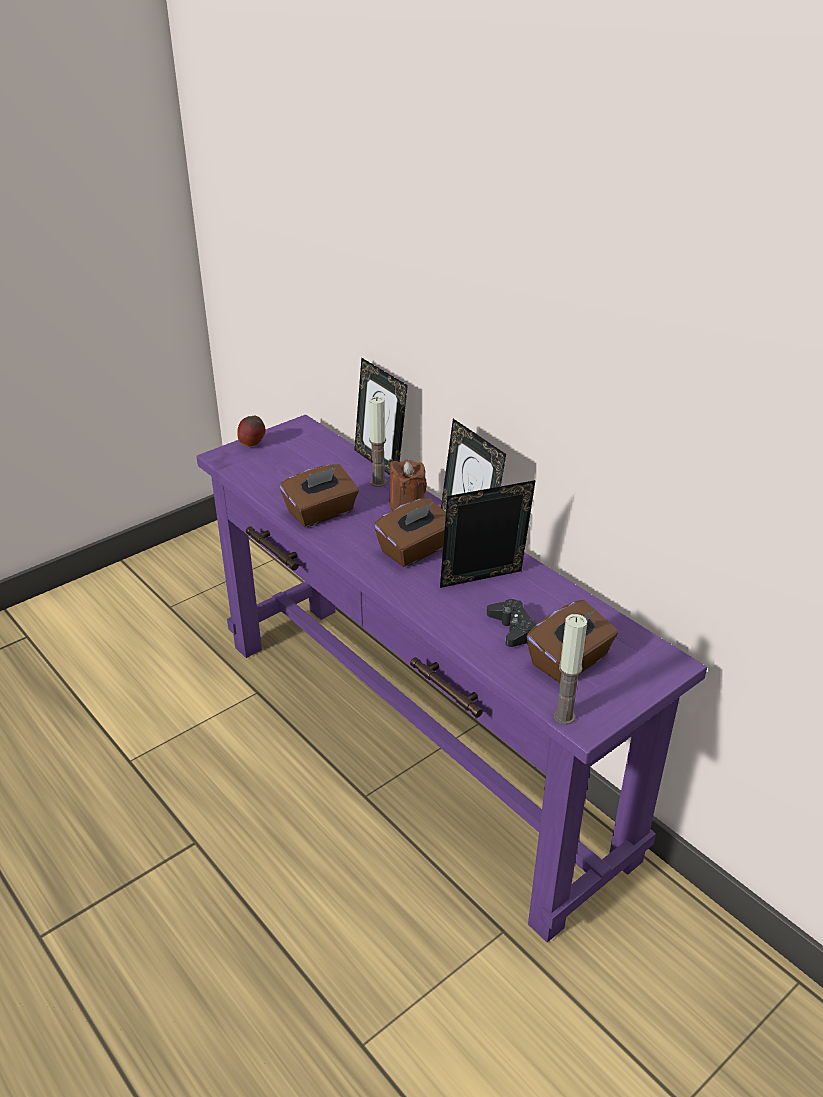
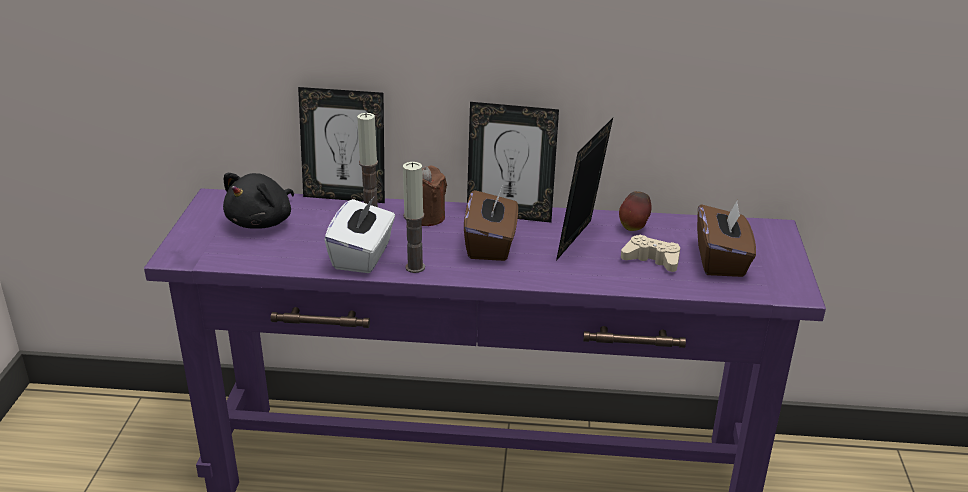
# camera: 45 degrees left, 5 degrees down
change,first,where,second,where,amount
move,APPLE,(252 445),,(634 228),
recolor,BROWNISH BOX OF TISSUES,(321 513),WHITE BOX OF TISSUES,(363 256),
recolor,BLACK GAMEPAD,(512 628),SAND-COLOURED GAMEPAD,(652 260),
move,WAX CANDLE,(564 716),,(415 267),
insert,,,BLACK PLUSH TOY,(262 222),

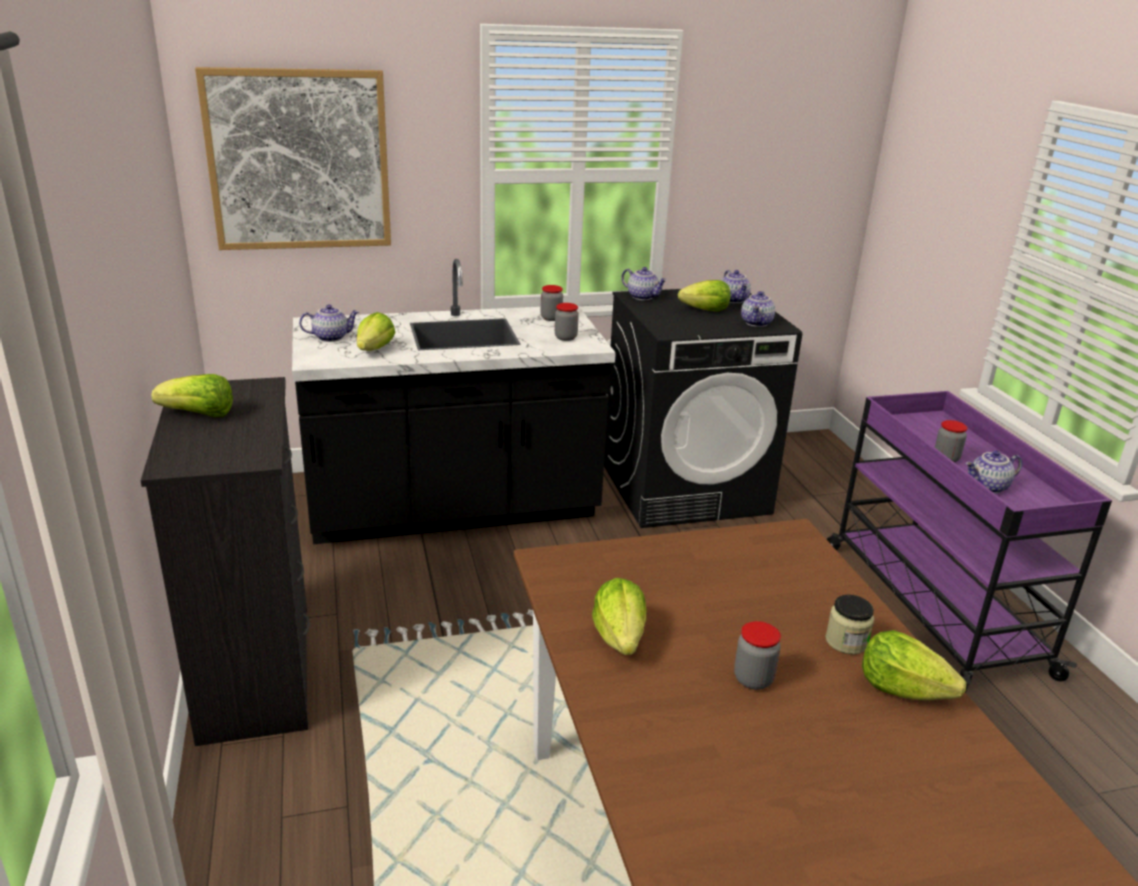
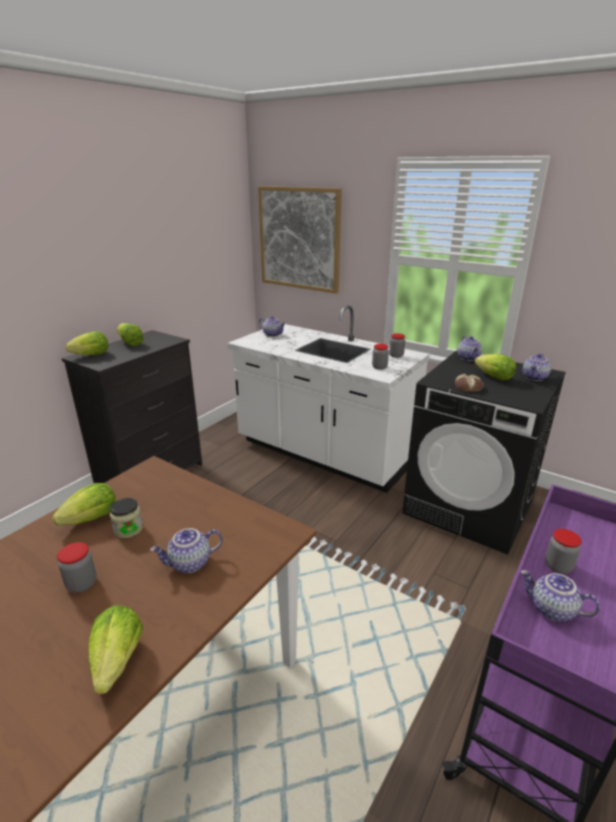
# camera: 50 degrees right, 0 degrees up
change,first,where,second,where,amount
recolor,BLACK KITCHEN COUNTER,(453 509),WHITE KITCHEN COUNTER,(323 453),
move,LETTUCE HEAD,(375 350),,(92 355),
move,POT FOR TEA,(757 323),,(190 564),
move,JAR,(846 641),,(128 529),
insert,,,BAKED BREAD,(468 387),

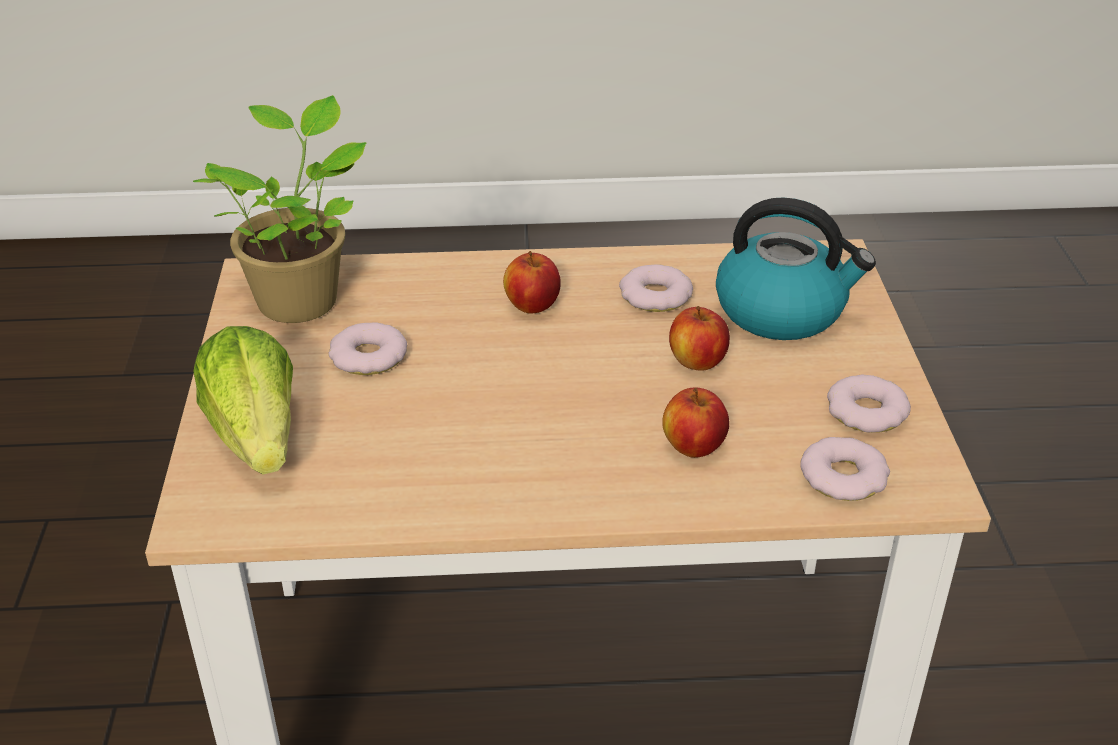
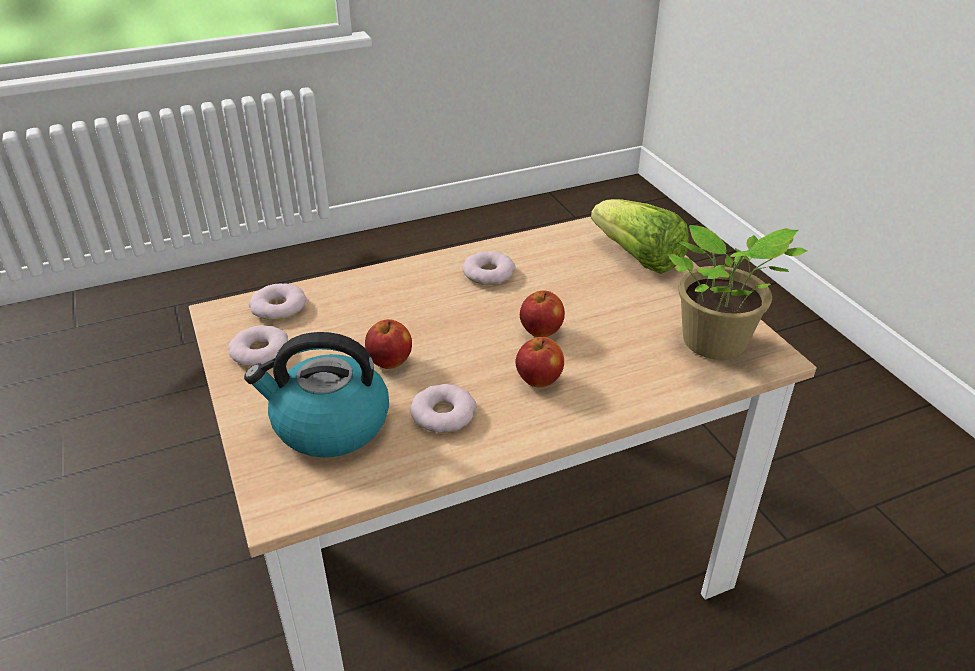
# camera: 160 degrees right, 0 degrees up
change,first,where,second,where,amount
move,RING DOUGHNUT,(368 357),,(488 273),
move,APPLE,(693 447),,(541 331),

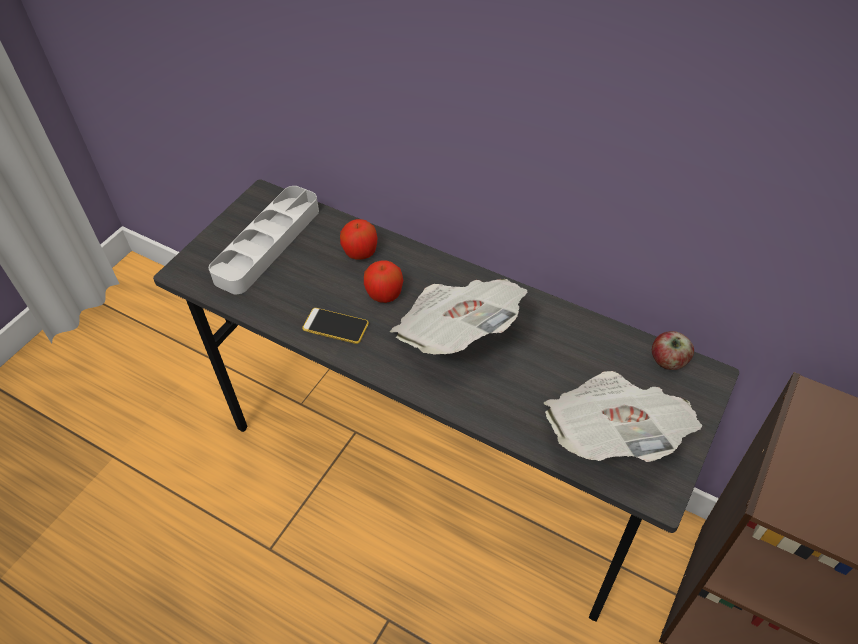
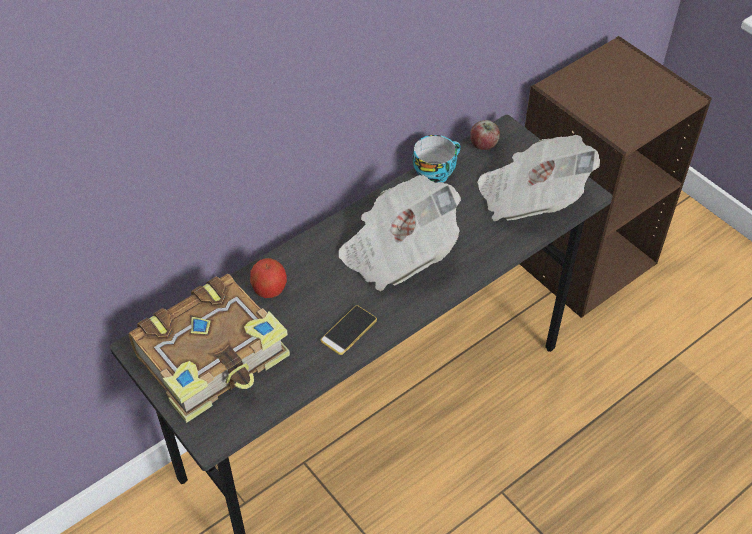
# camera: 70 degrees left, 0 degrees up
change,first,where,second,where,amount
replace,GREYISH TRAY,(268 244),BOOK,(214 357),
delete,APPLE,(384 295),,,
insert,,,SMALL CUP,(435 172),

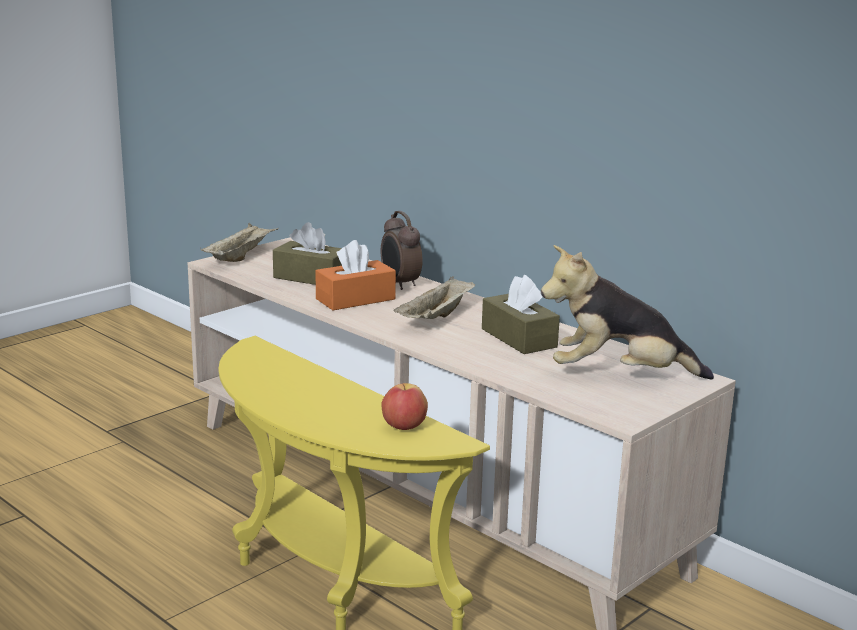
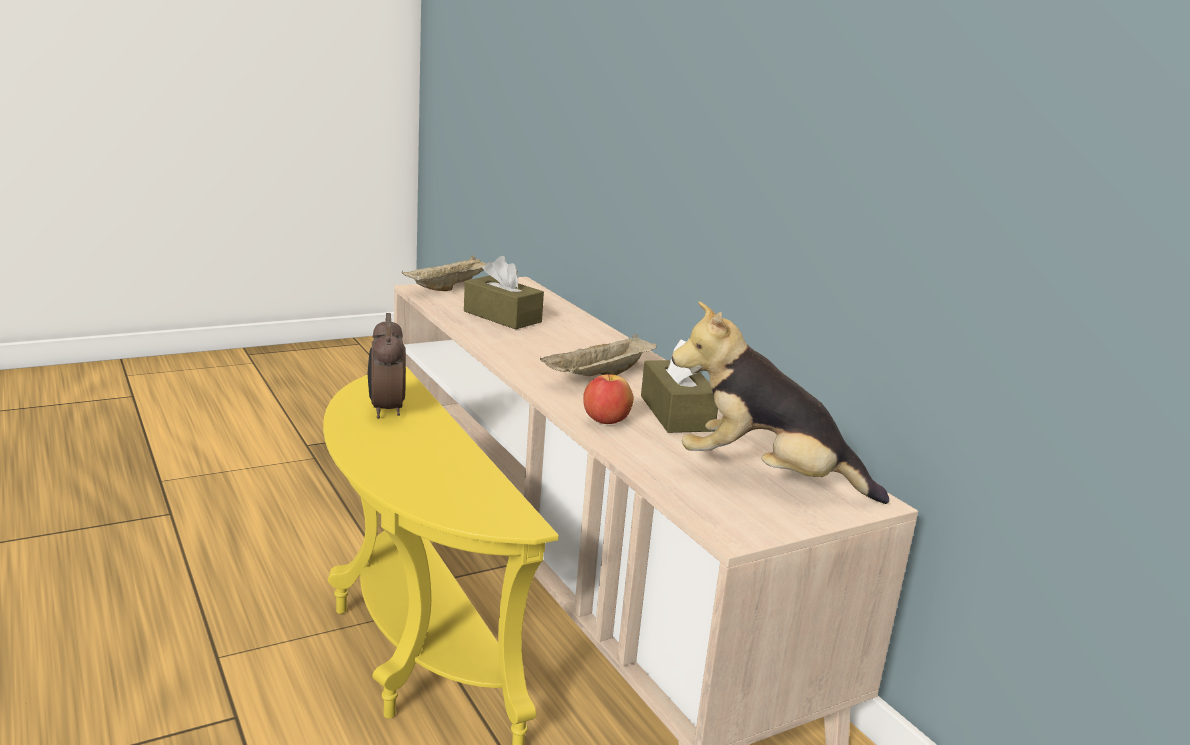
# camera: 15 degrees right, 0 degrees up
change,first,where,second,where,amount
delete,ORANGEY BOX OF TISSUES,(355 299),,,
move,ALARM CLOCK,(399 284),,(386 410),
move,APPLE,(404 427),,(606 421),

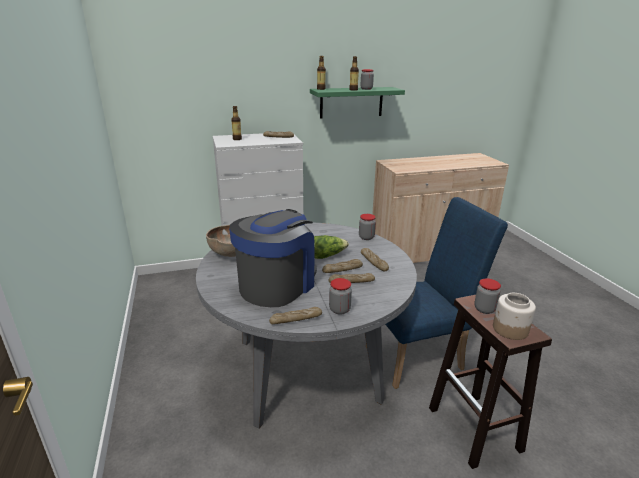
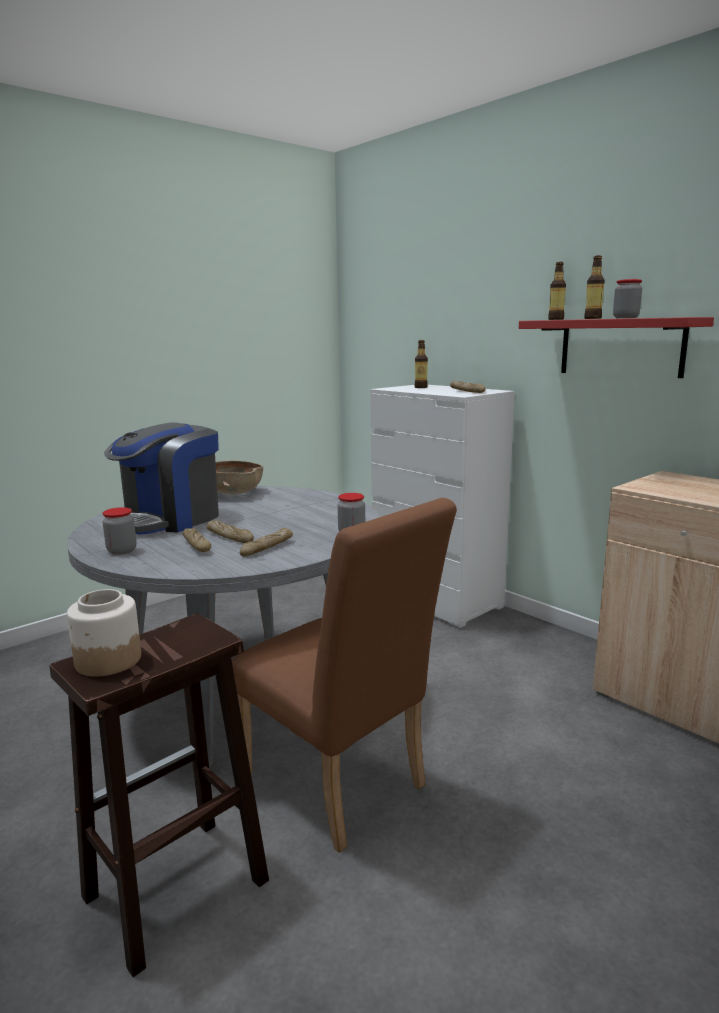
# camera: 65 degrees right, 10 degrees down
change,first,where,second,where,amount
rotate,COFFEE MACHINE,(277 285),,(169 520),120 degrees clockwise
delete,BAKED BREAD,(296 320),,,
recolor,GREEN SHELF,(351 102),REDDISH SHELF,(621 347),
delete,LETTUCE HEAD,(327 255),,,
recolor,BLUISH CHAIR,(420 356),BROWNISH CHAIR,(341 788),
delete,JAR,(484 309),,,

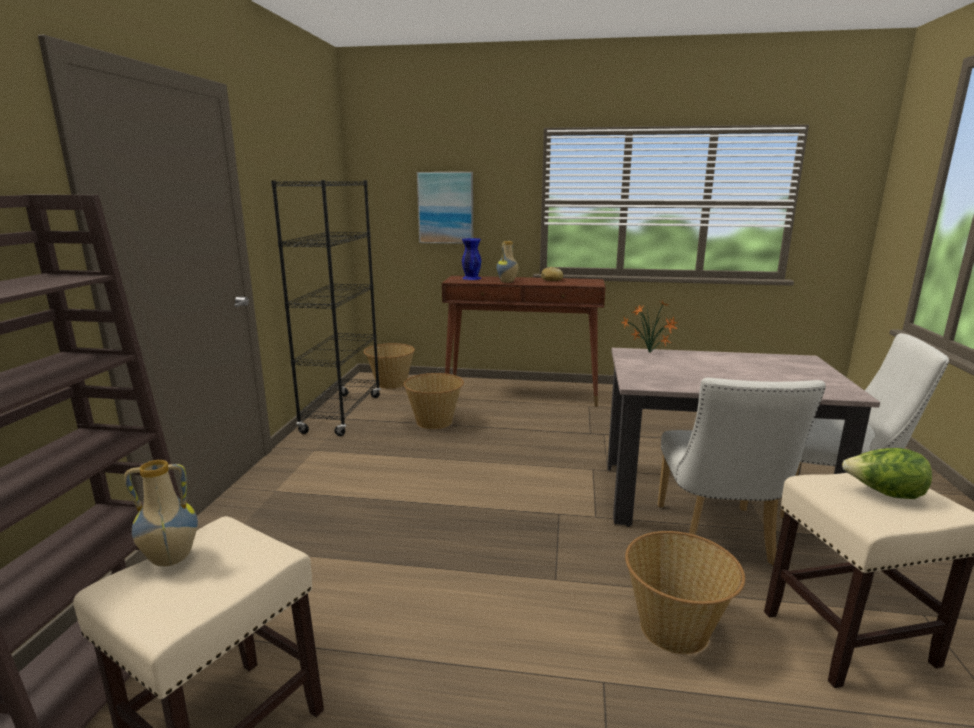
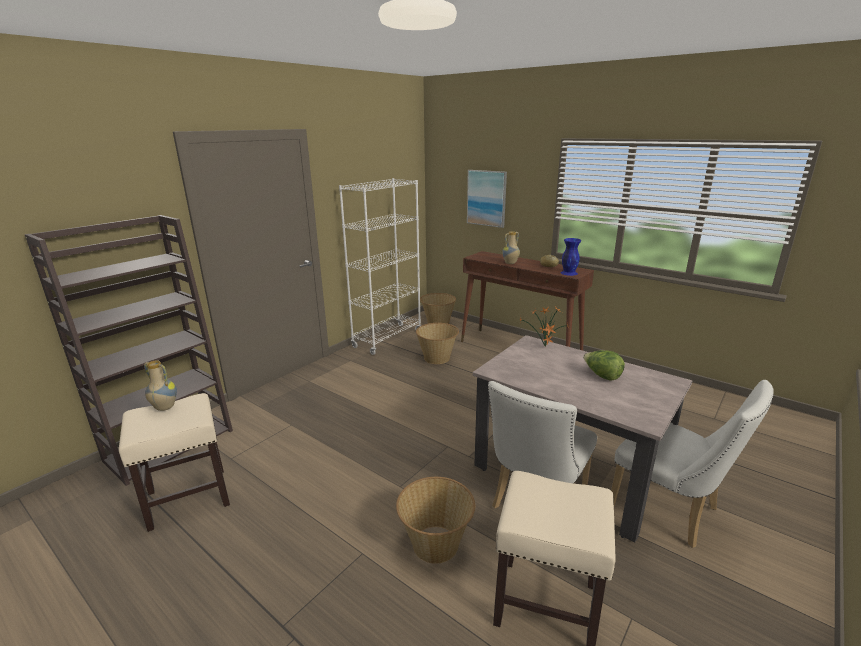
# camera: 30 degrees right, 5 degrees up
change,first,where,second,where,amount
recolor,BLACK SHELVING UNIT,(342 414),WHITE SHELVING UNIT,(387 339),
move,BLUISH VASE,(471 278),,(568 273),
move,LETTUCE HEAD,(883 493),,(601 376),

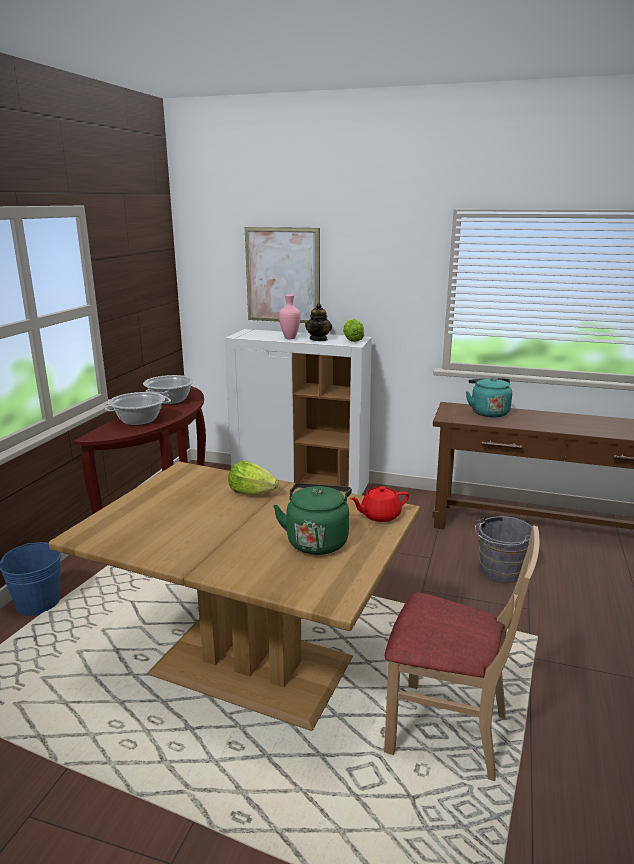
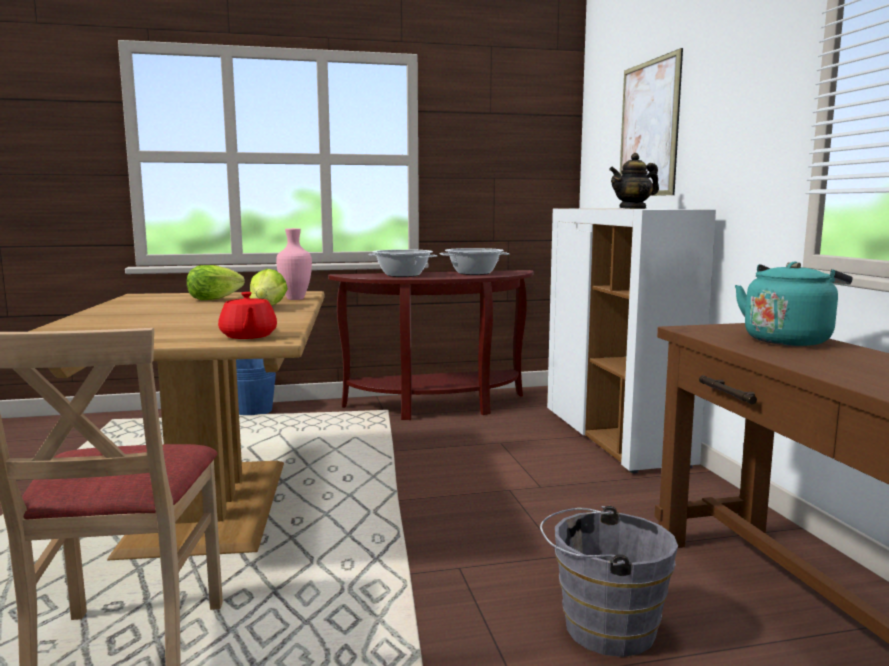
# camera: 60 degrees right, 10 degrees down
change,first,where,second,where,amount
delete,GREEN WATER KETTLE,(317 541),,,
move,PINK VASE,(289 338),,(296 299),
move,LETTUCE HEAD,(352 340),,(213 299),
rotate,REDDISH POT FOR TEA,(379 515),,(248 336),150 degrees counterclockwise

